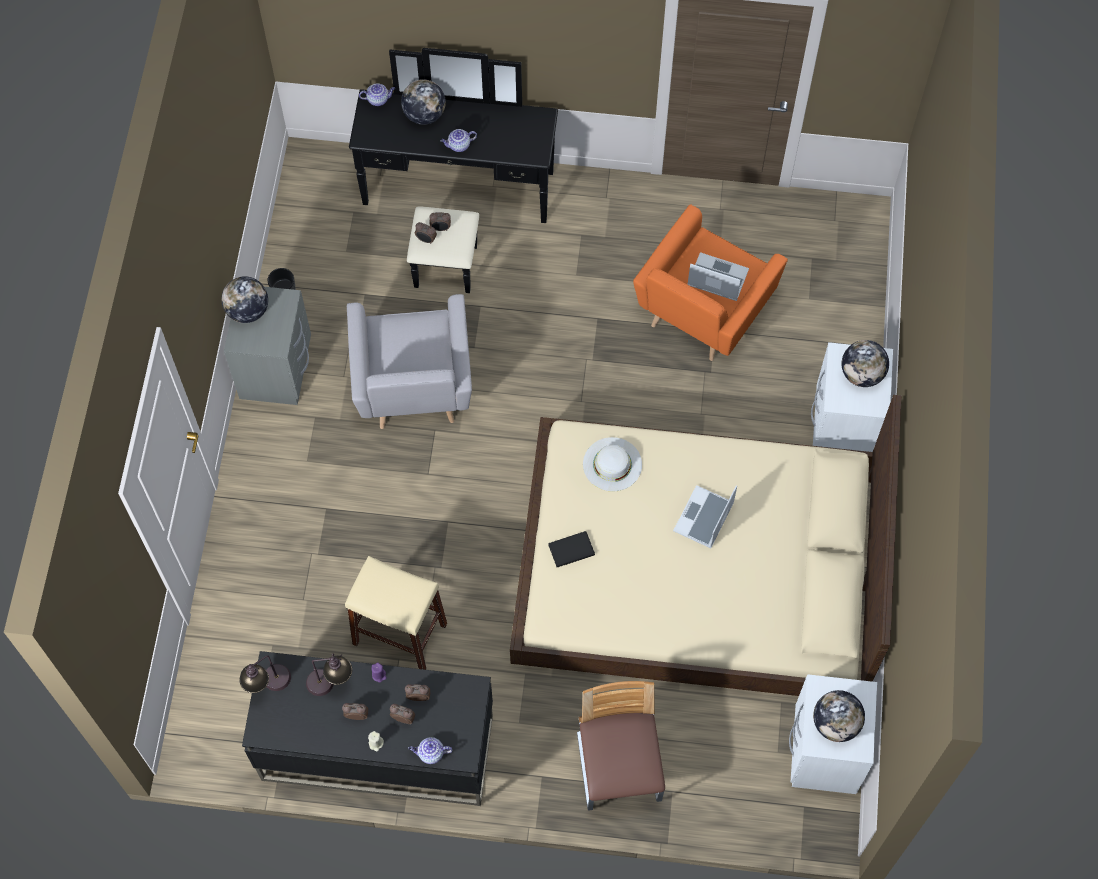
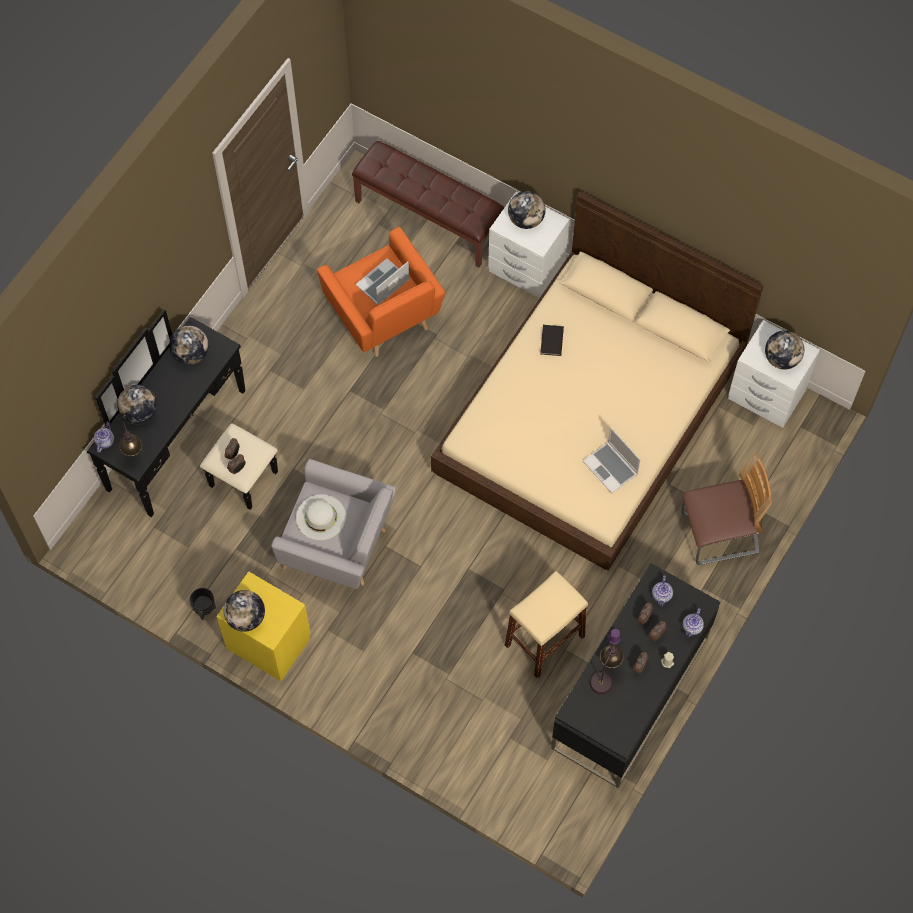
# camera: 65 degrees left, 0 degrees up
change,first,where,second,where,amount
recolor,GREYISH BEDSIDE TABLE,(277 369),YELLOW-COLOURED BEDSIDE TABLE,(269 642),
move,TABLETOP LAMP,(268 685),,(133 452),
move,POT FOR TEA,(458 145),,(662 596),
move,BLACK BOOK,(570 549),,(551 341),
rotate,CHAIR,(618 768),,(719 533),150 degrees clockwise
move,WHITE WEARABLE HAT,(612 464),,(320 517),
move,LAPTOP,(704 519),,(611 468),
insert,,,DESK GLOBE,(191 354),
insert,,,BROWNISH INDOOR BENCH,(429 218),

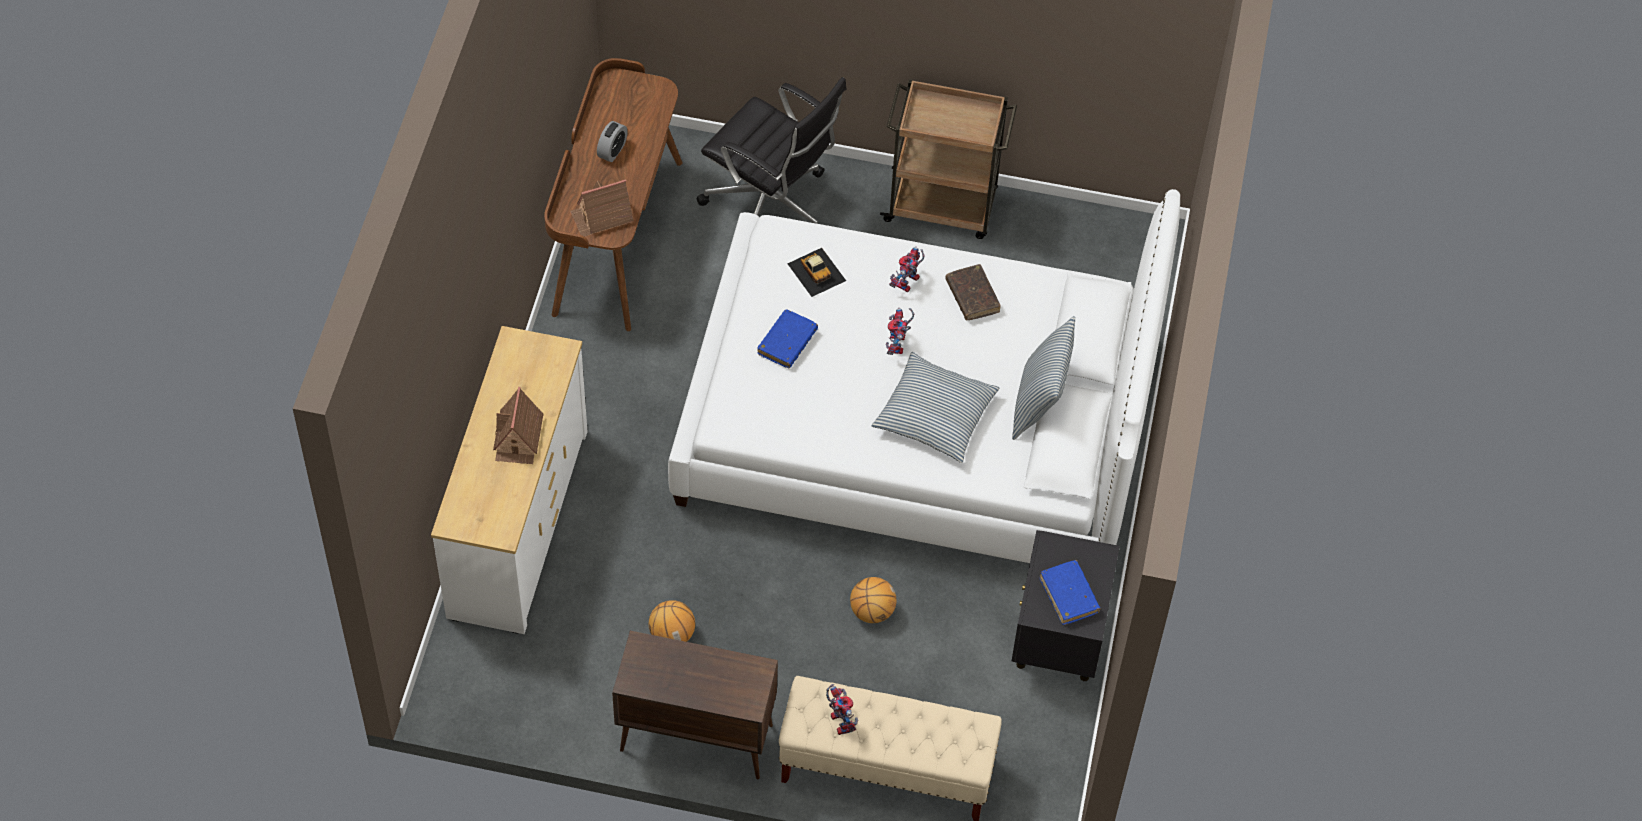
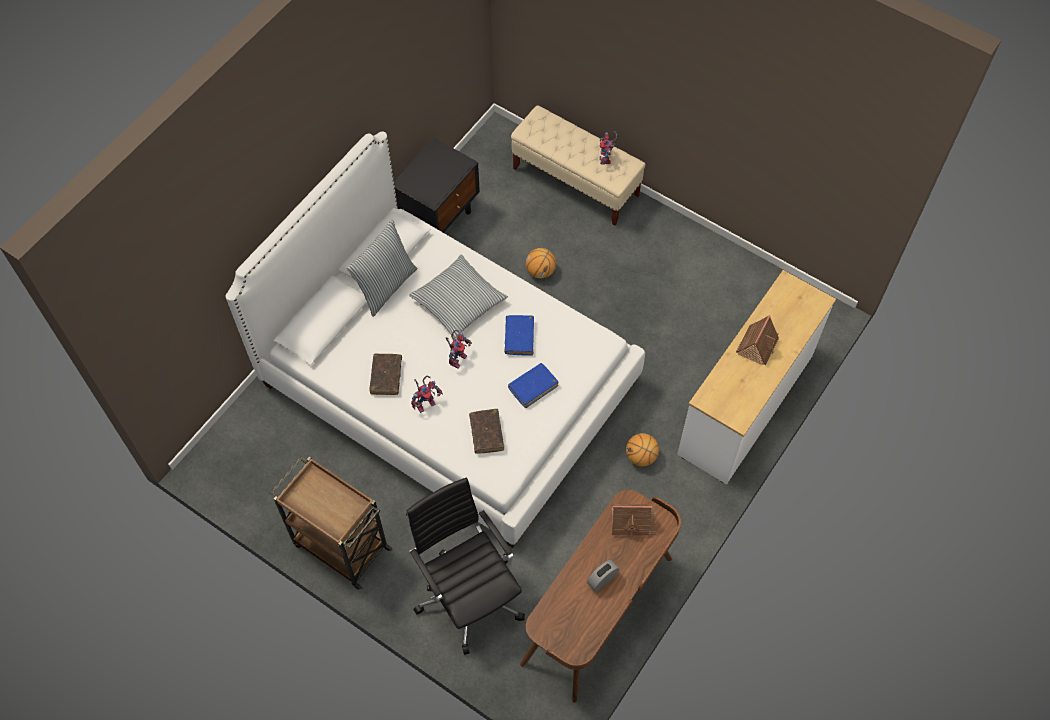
# camera: 155 degrees left, 5 degrees up
change,first,where,second,where,amount
delete,BROWNISH CABINET,(695 738),,,
move,BASKETBALL,(672 634),,(641 456),
replace,TOY CAR,(816 271),BROWNISH BOOK,(486 433),
move,BLUISH BOOK,(1069 596),,(519 337),

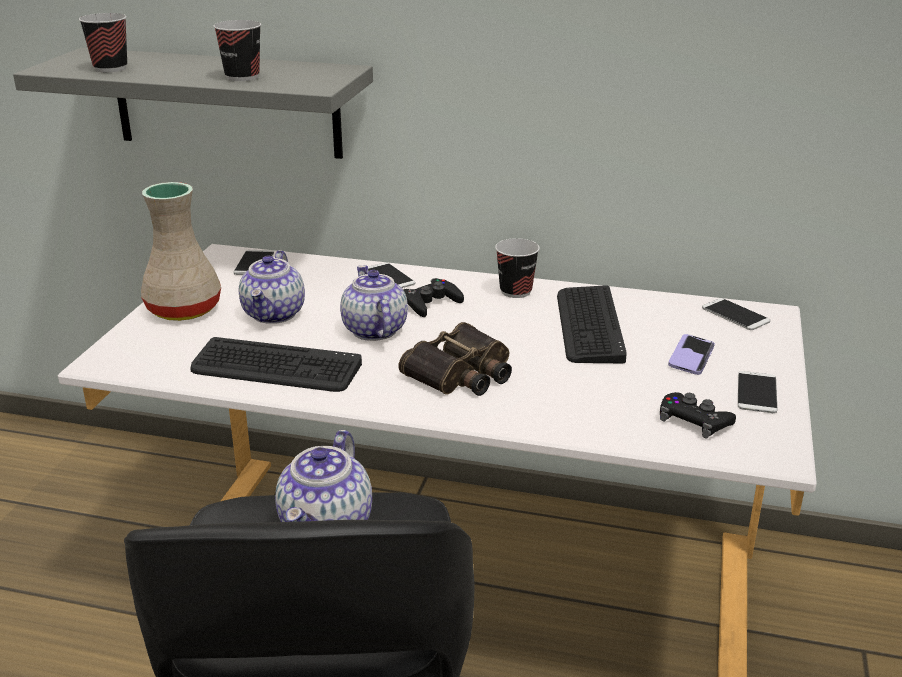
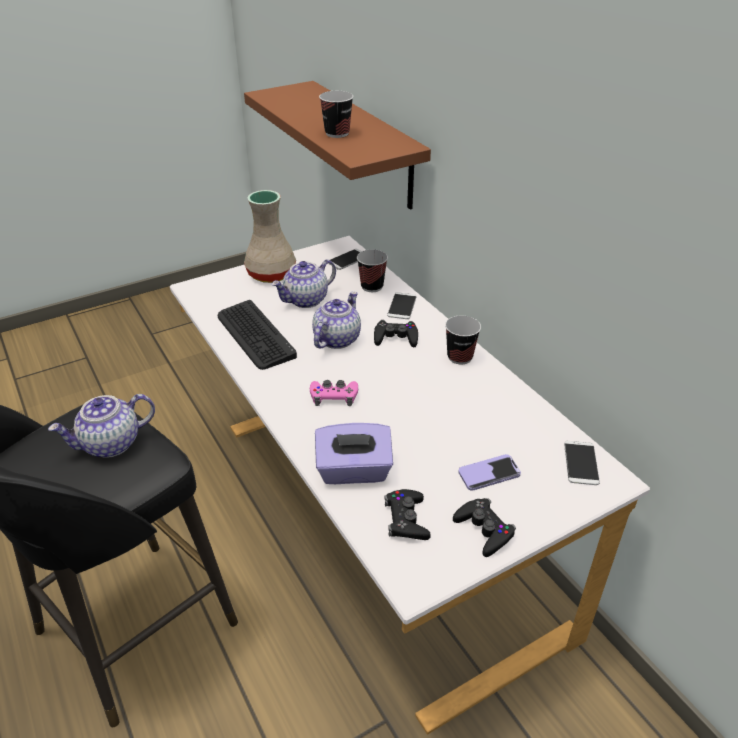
# camera: 45 degrees right, 10 degrees up
change,first,where,second,where,amount
recolor,GREYISH SHELF,(226 103),BROWNISH SHELF,(366 144),
move,SMALL CUP,(110 68),,(372 286),
replace,BINOCULARS,(462 373),PINK GAMEPAD,(334 396),
delete,PC KEYBOARD,(589 325),,,
replace,HANDSET,(756 393),BLACK GAMEPAD,(484 530),
insert,,,PURPLE BOX OF TISSUES,(354 471),

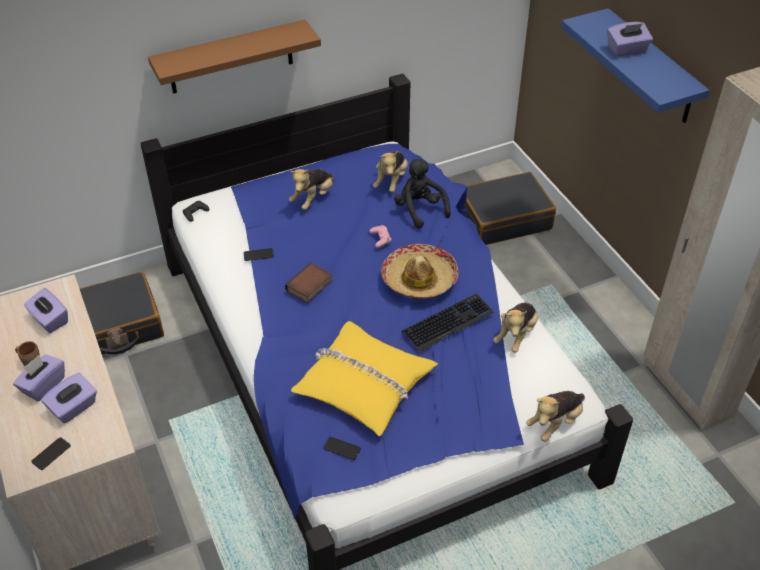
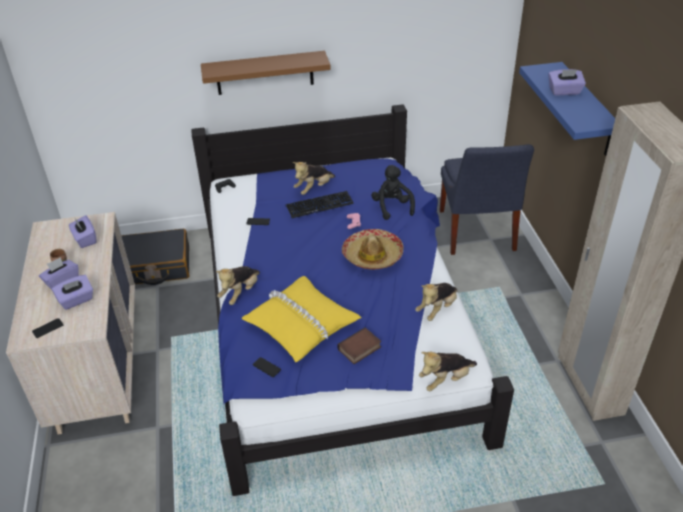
# camera: 15 degrees right, 5 degrees down
change,first,where,second,where,amount
move,BOOK,(309 286),,(359 349),
move,PLUSH TOY,(391 181),,(240 293),
move,PC KEYBOARD,(447 323),,(319 205),
replace,BLACK PIECE OF LUGGAGE,(504 219),BLUISH CHAIR,(476 232),

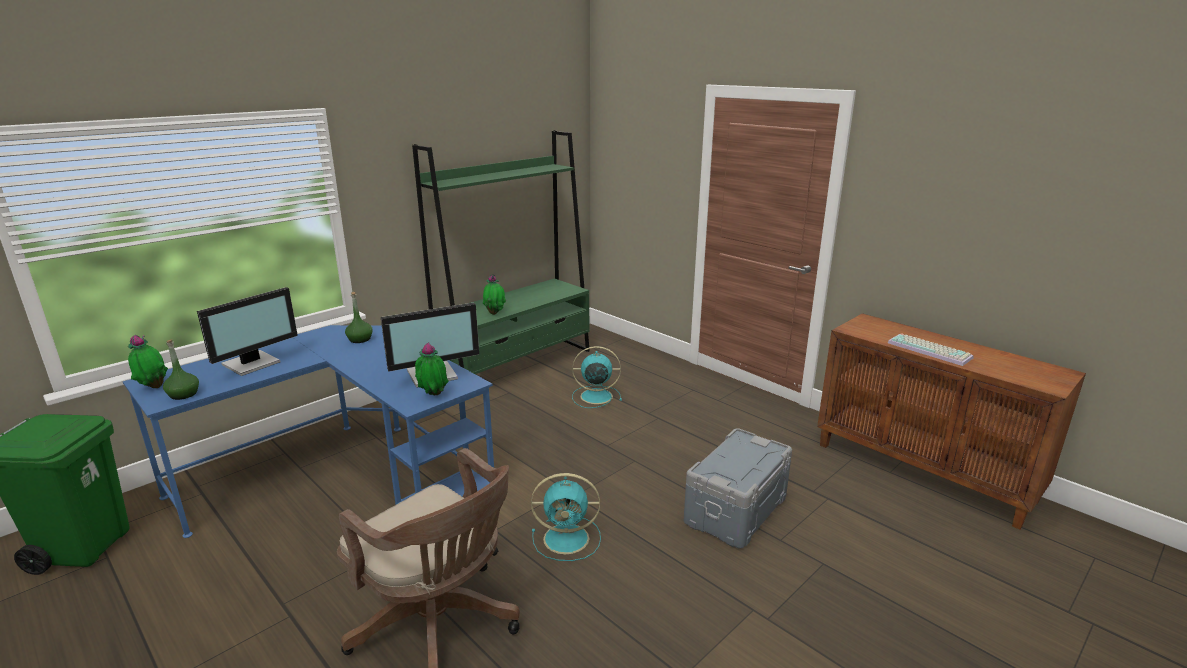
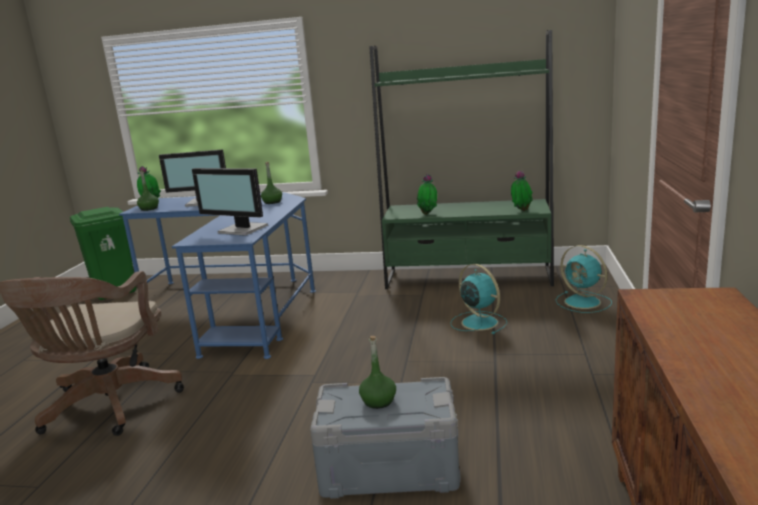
# camera: 55 degrees right, 5 degrees down
change,first,where,second,where,amount
move,PLANT IN A POT,(433 396),,(521 211),
move,TURQUOISE COOLING FAN,(568 538),,(584 302),
delete,PC KEYBOARD,(930 350),,,
insert,,,GREEN BEVERAGE BOTTLE,(378 401),

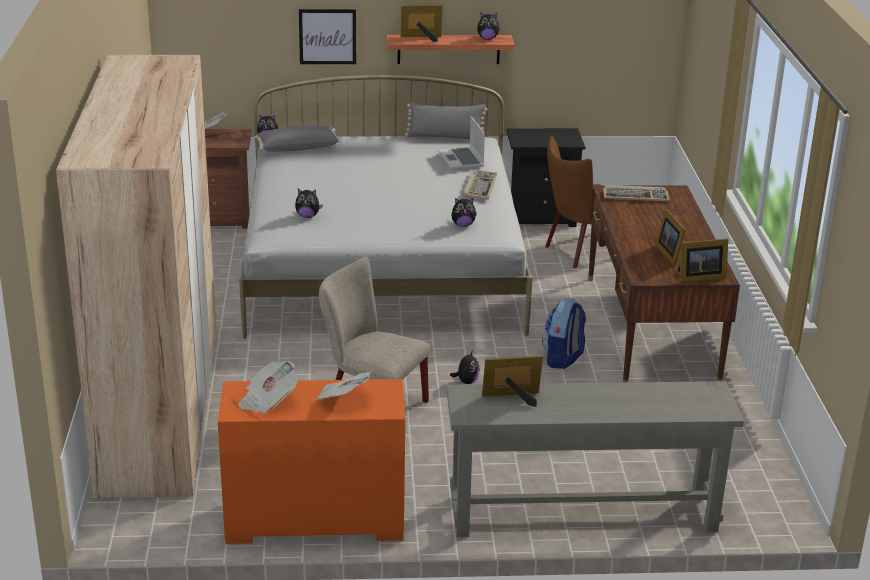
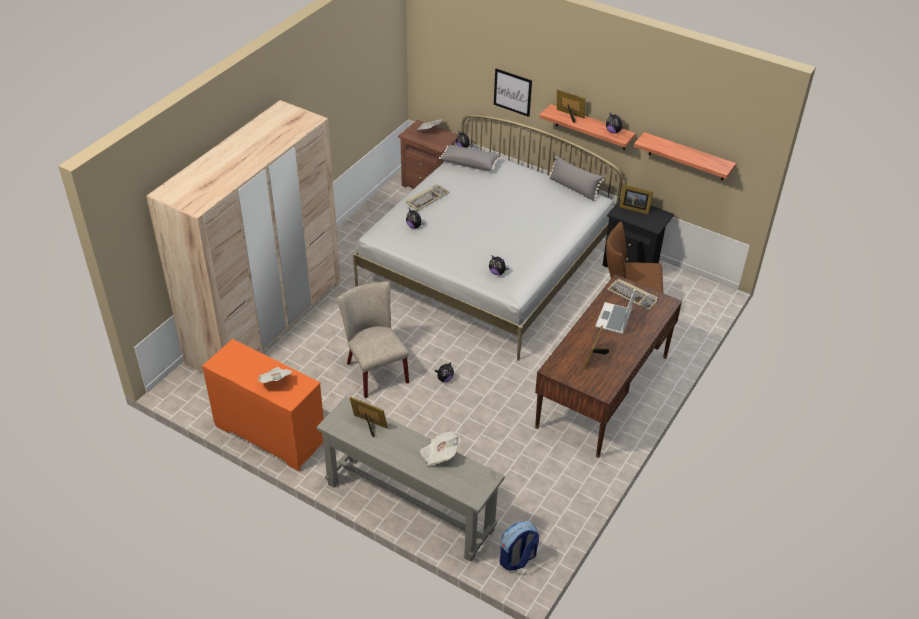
# camera: 35 degrees right, 15 degrees up
change,first,where,second,where,amount
move,PRINTED PAPER,(268 401),,(439 455),
move,LAPTOP,(462 160),,(614 319),
move,PC KEYBOARD,(479 187),,(427 198),
move,RUCKSACK,(563 359),,(517 559),
move,PHOTO FRAME,(698 277),,(633 208),
insert,,,SHELF,(687 157),

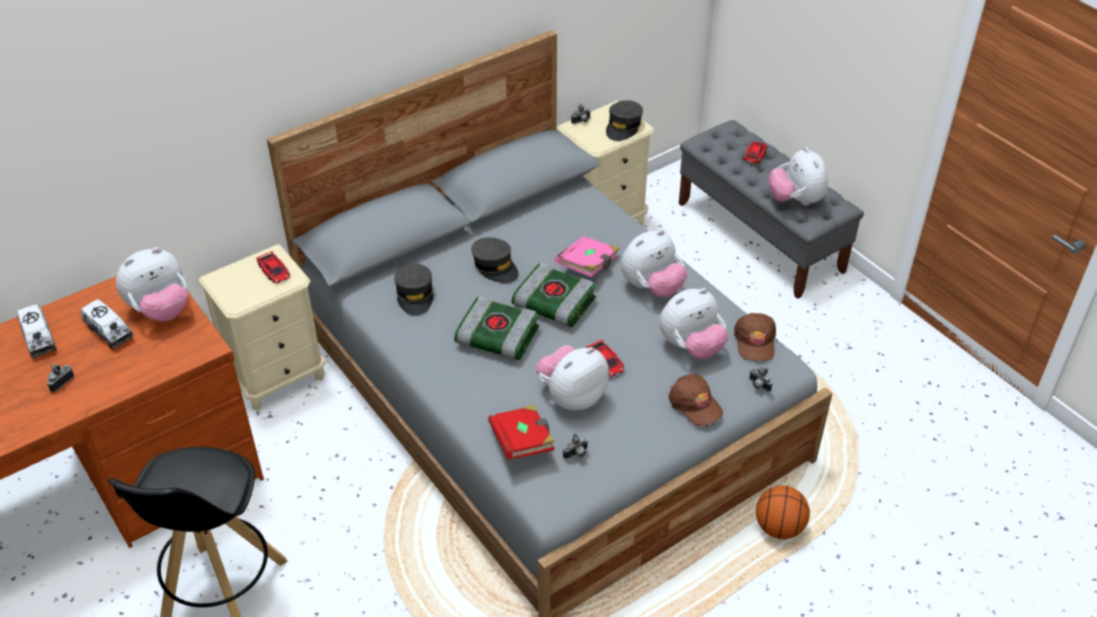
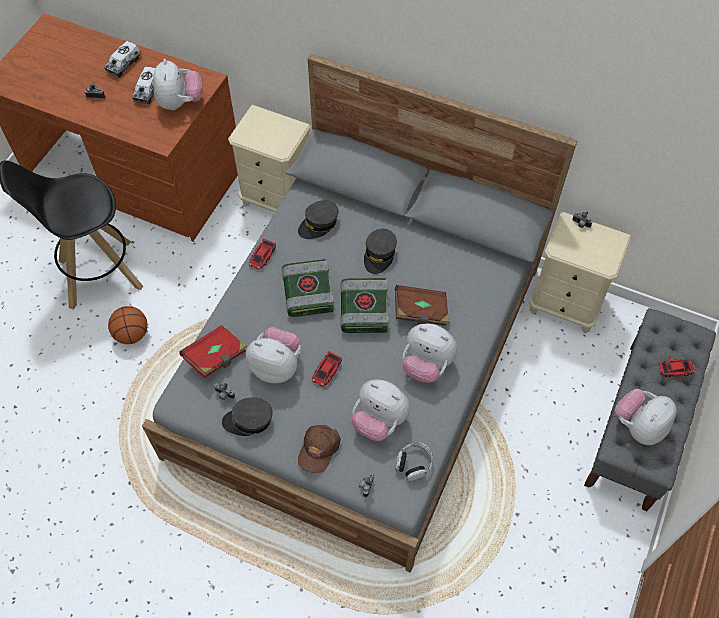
# camera: 60 degrees right, 15 degrees up
change,first,where,second,where,amount
rotate,PLUSH TOY,(161 310),,(180 103),120 degrees counterclockwise
move,TOY CAR,(274 271),,(262 256),
recolor,PINK BOOK,(588 266),BROWNISH BOOK,(421 312),
move,GREYISH BASEBALL CAP,(623 127),,(248 421),
replace,BROWNISH BASEBALL CAP,(755 341),HEADSET,(413 463),
move,BASKETBALL,(779 527),,(132 334),

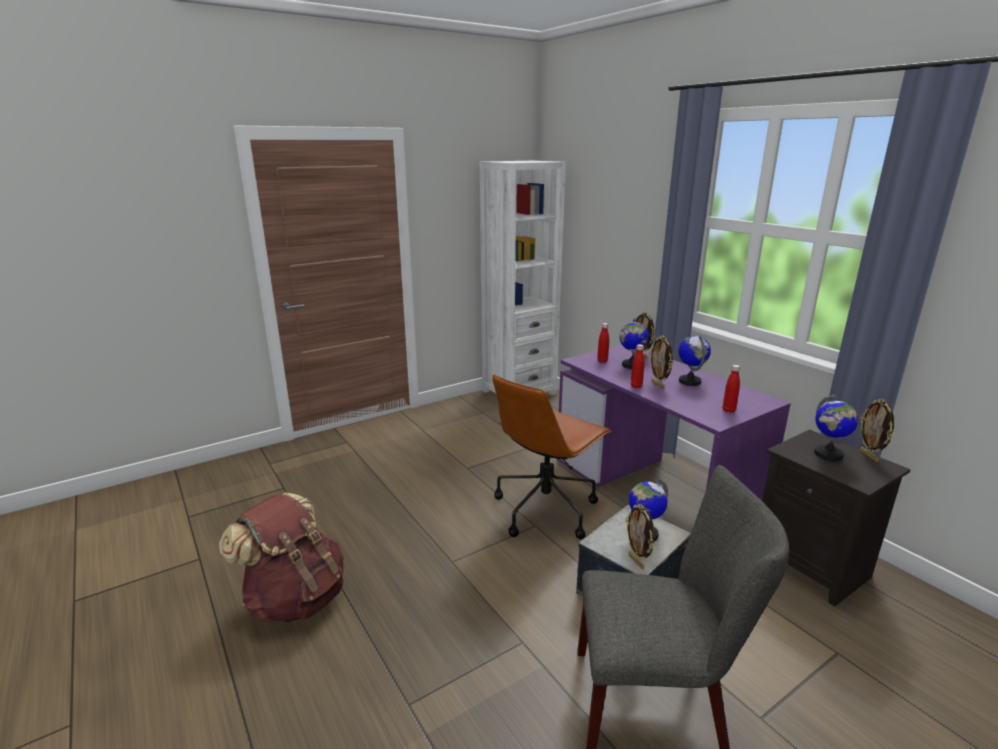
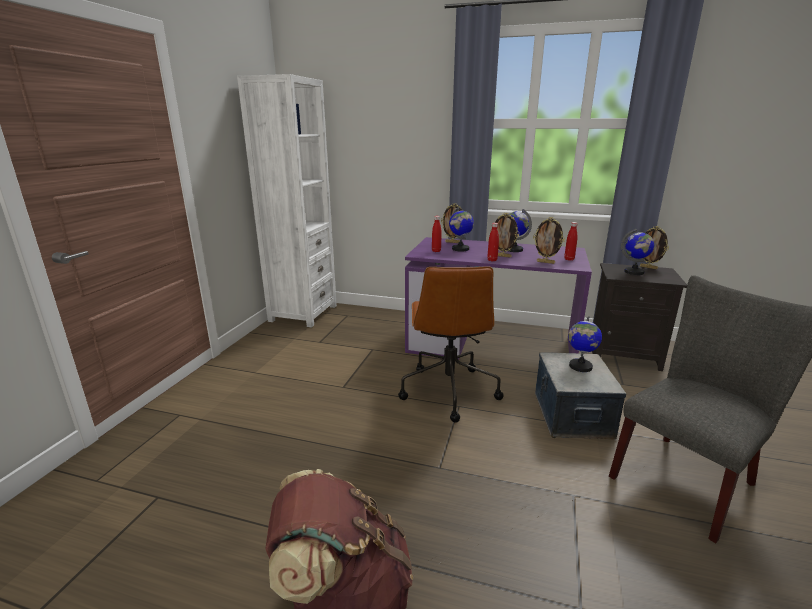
# camera: 40 degrees left, 0 degrees up
change,first,where,second,where,amount
move,PHOTO FRAME,(637 562),,(545 262),

